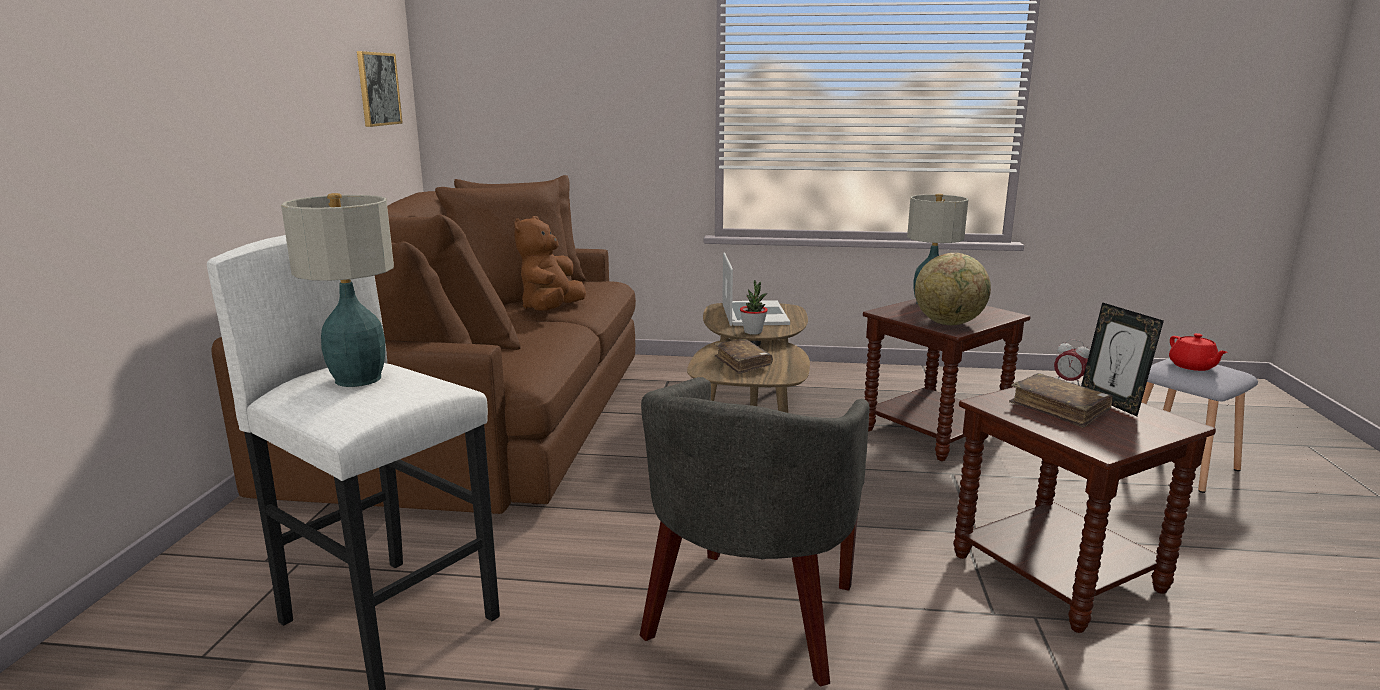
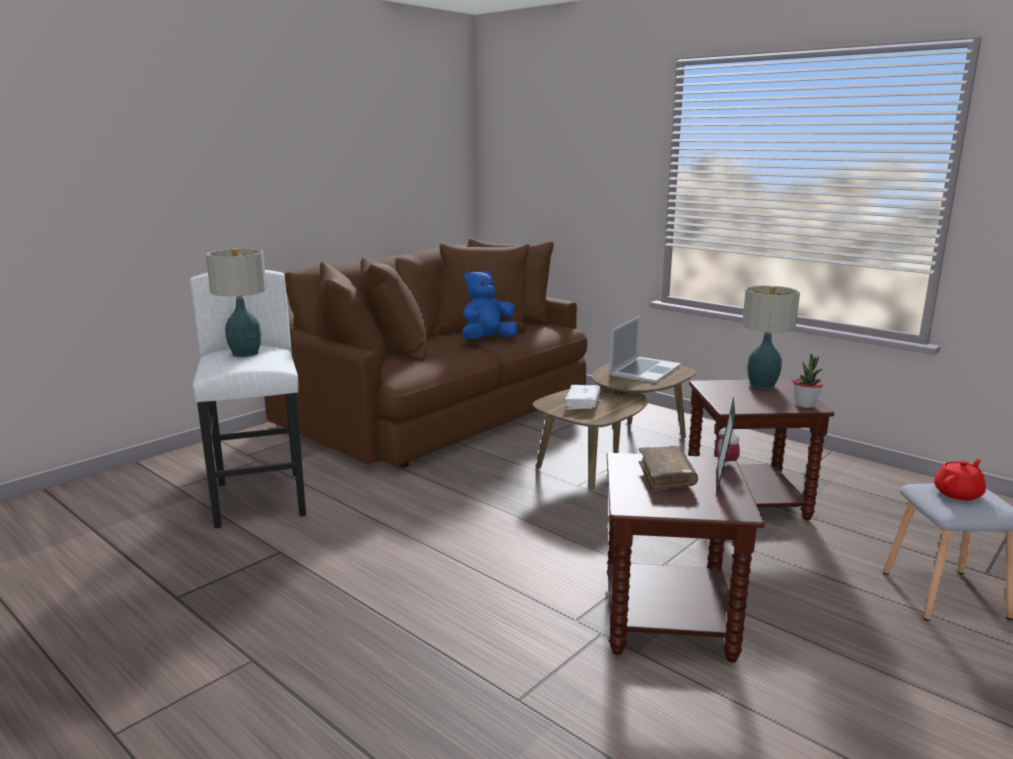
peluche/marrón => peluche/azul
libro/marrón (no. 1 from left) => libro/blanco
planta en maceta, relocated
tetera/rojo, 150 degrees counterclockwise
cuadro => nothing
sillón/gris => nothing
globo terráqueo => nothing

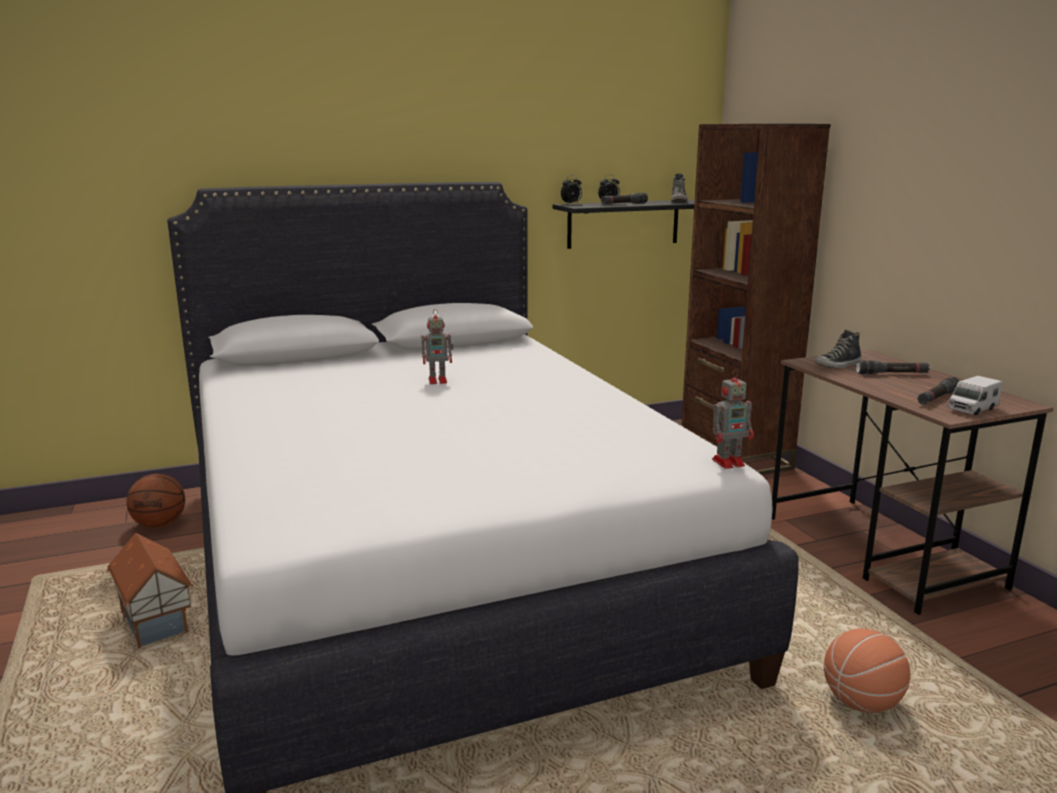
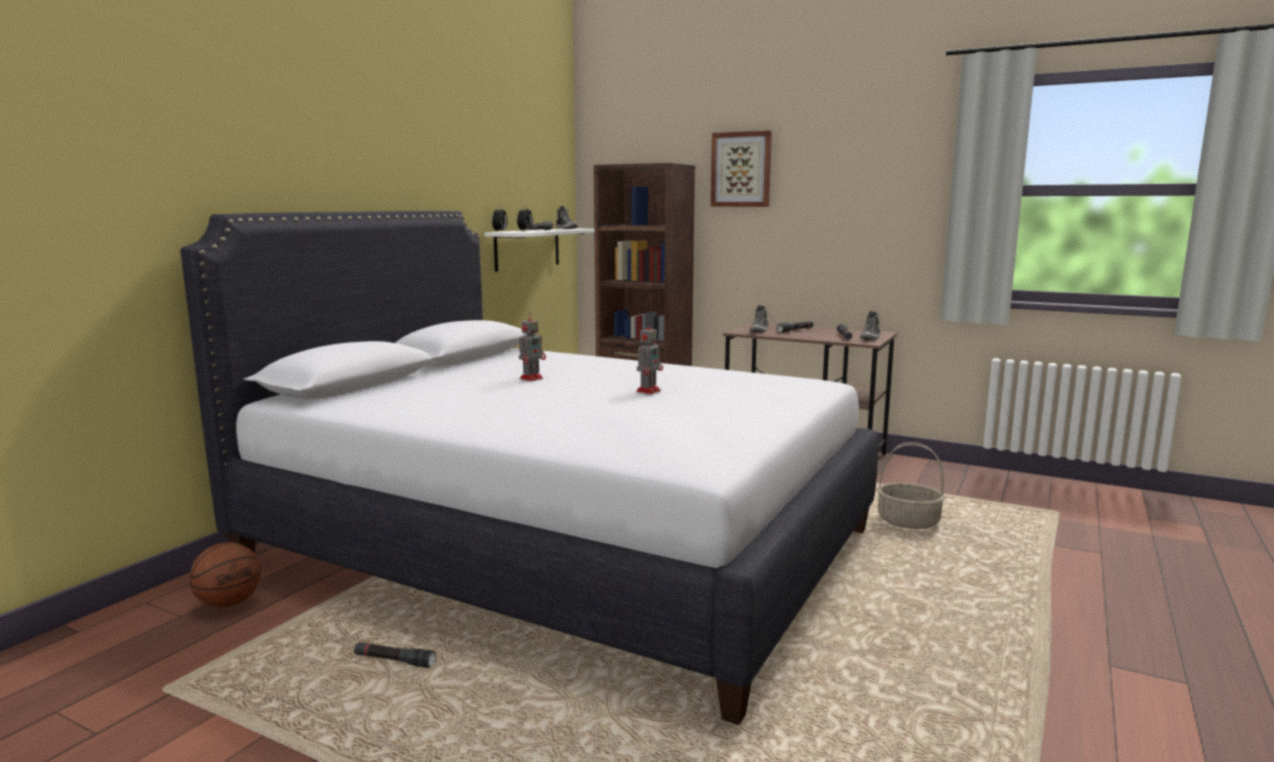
casita => linterna/negro (no. 1 from left)
estante/negro => estante/blanco
robot de juguete (no. 2 from left), relocated
nothing => cuadro
camión de juguete => zapato (no. 3 from left)
balón de baloncesto (no. 2 from left) => cesta

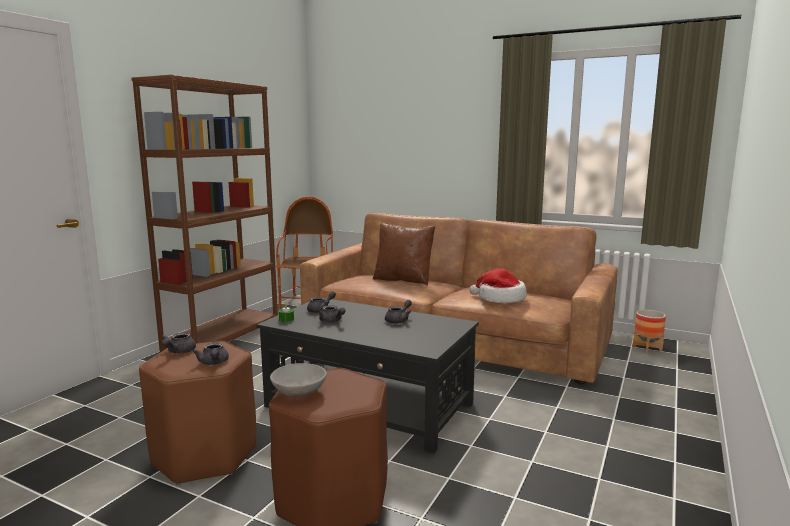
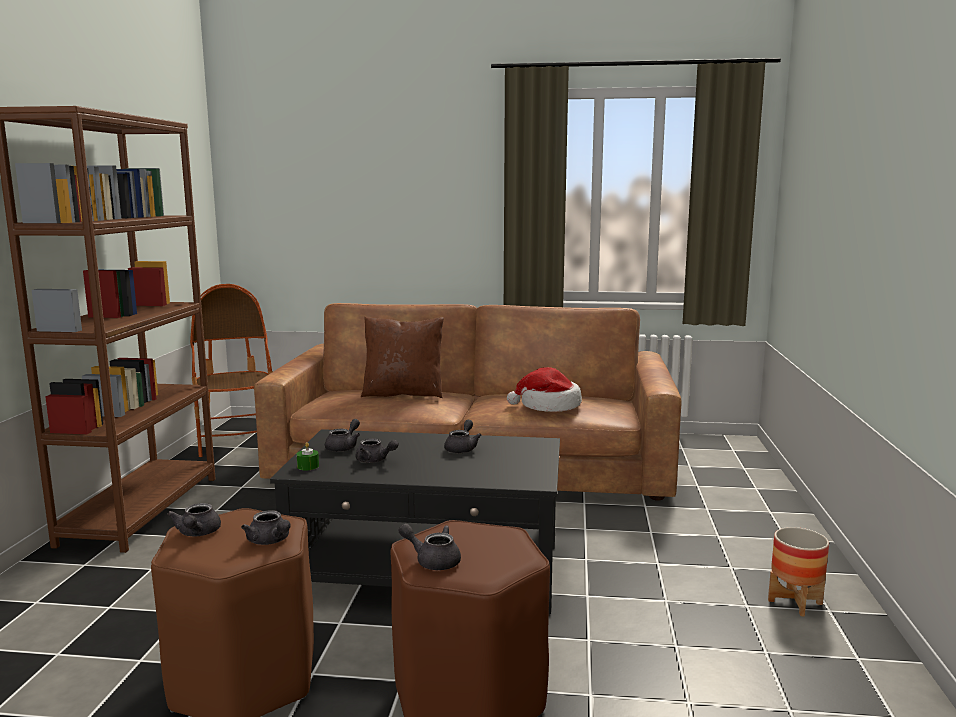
cuenco/gris => tetera/gris (no. 5 from left)
maceta, relocated

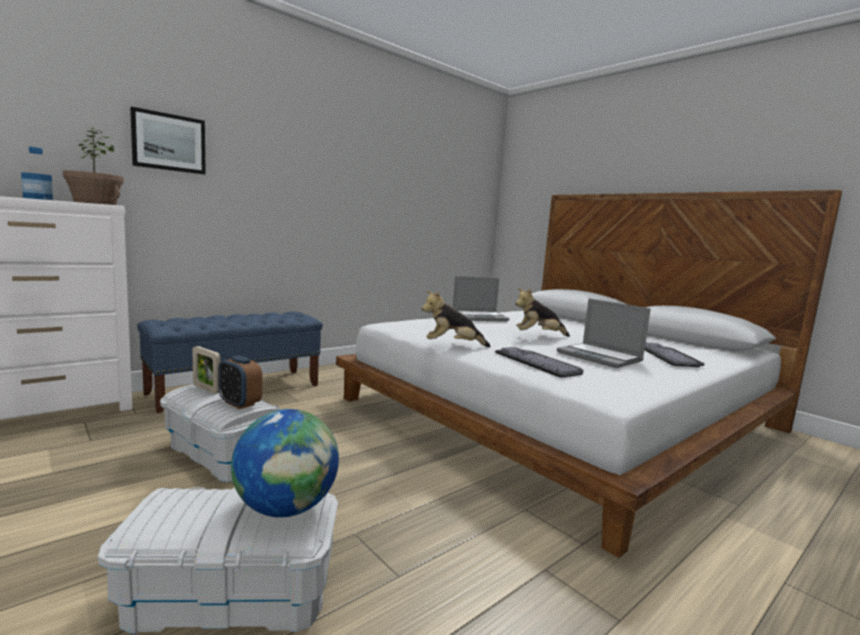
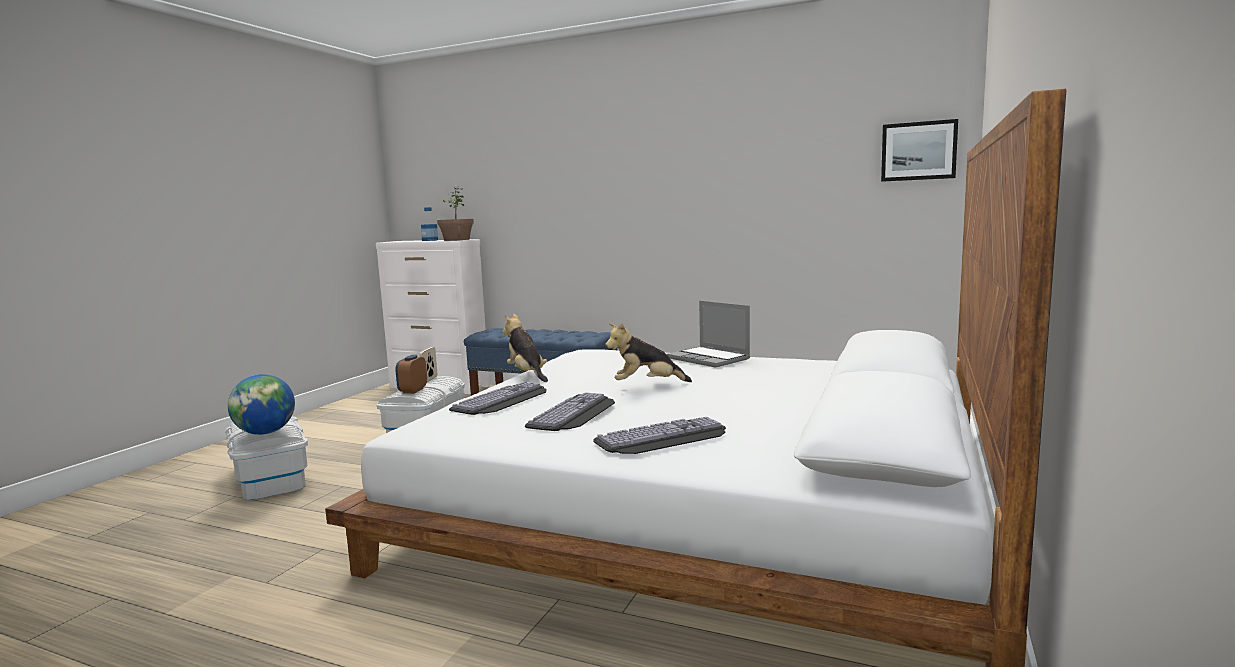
portátil (no. 2 from left) => teclado (no. 2 from left)
peluche (no. 2 from left), 60 degrees counterclockwise
cuadro, relocated

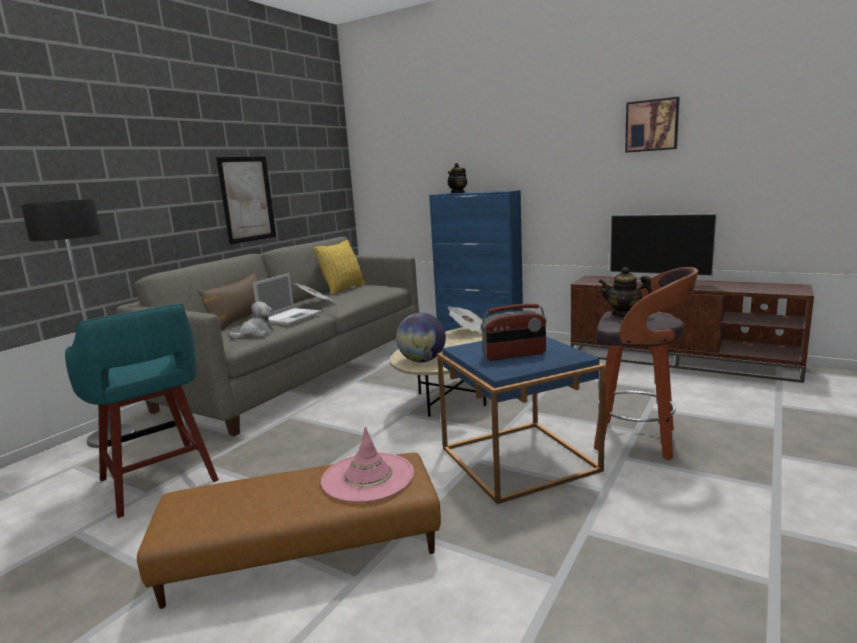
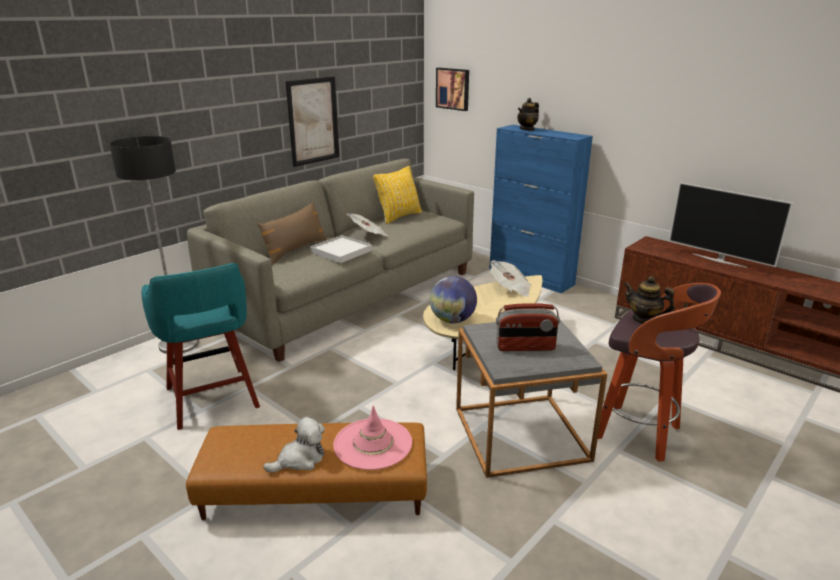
peluche, relocated
portátil => bandeja/blanco
cuadro (no. 2 from left), relocated
mesa auxiliar/azul => mesa auxiliar/gris

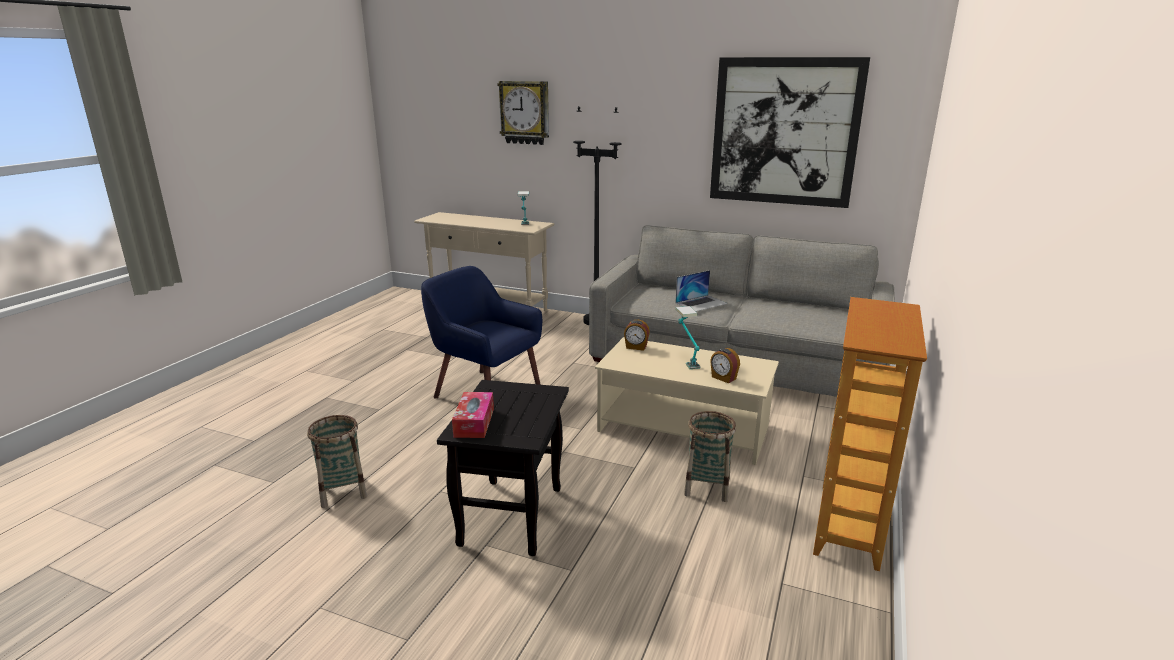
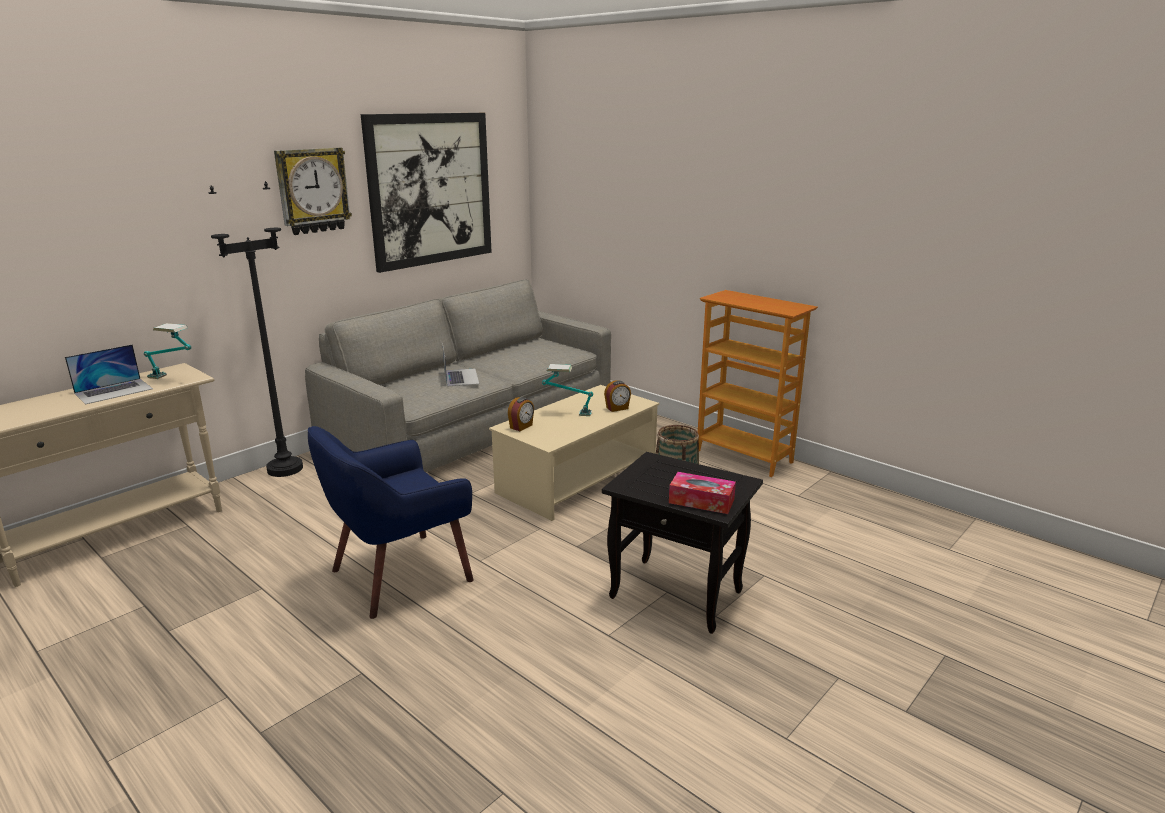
nothing => portátil (no. 1 from left)
reloj de pared, relocated
cesta (no. 1 from left) => nothing

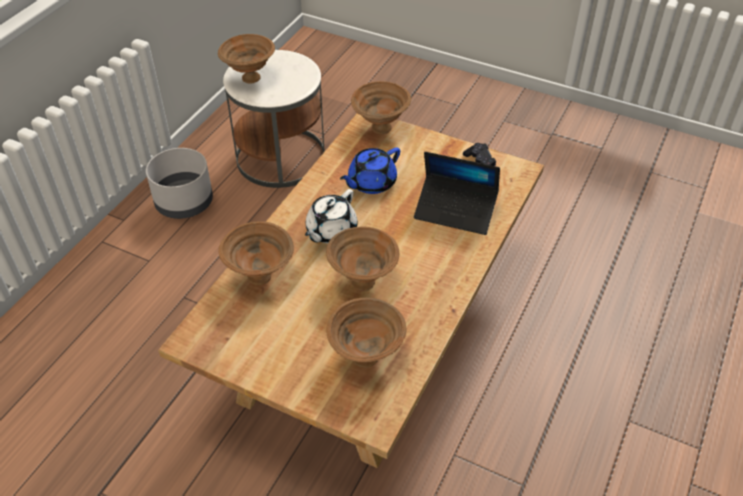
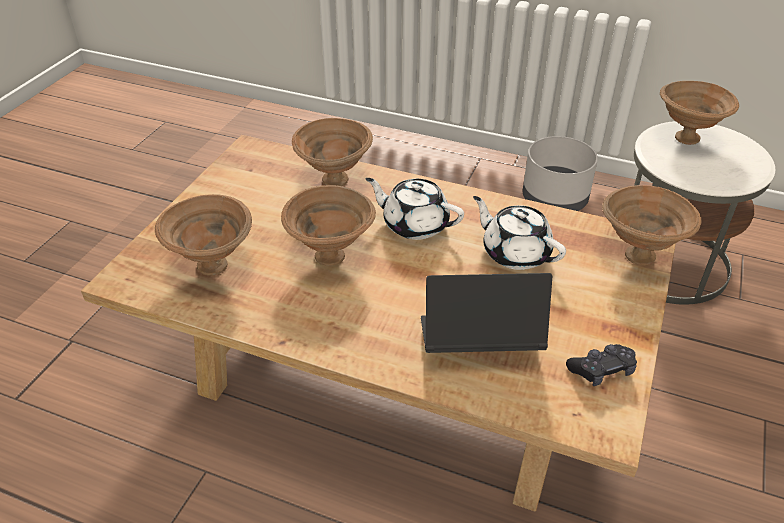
portátil, 75 degrees clockwise
tetera/azul => tetera/blanco (no. 2 from left)

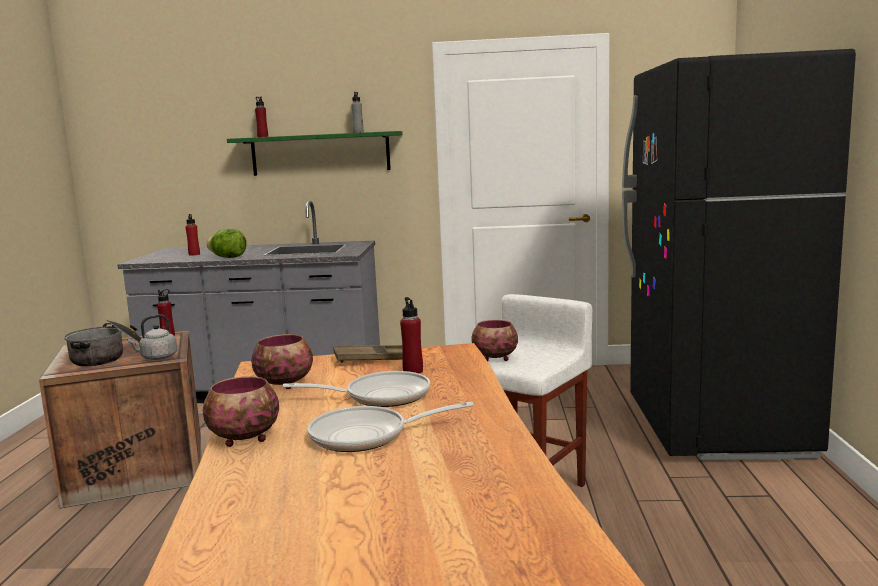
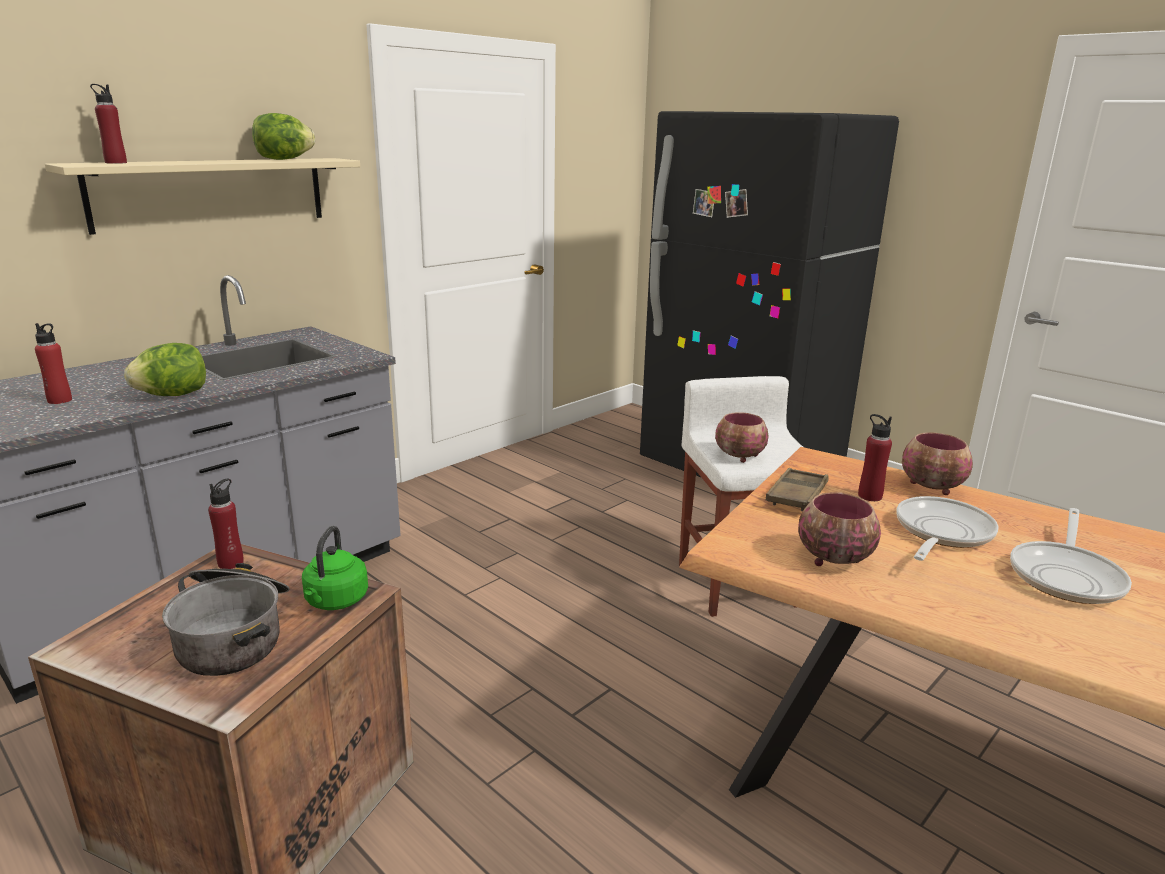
estante/verde => estante/beis
botella/gris => lechuga (no. 2 from left)
hervidor/gris => hervidor/verde
cuenco (no. 1 from left in the first image) => cuenco (no. 3 from left), relocated

